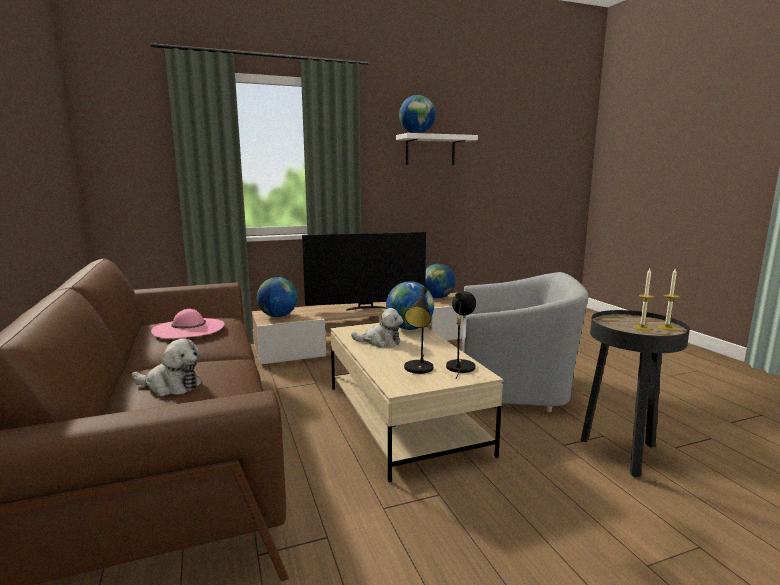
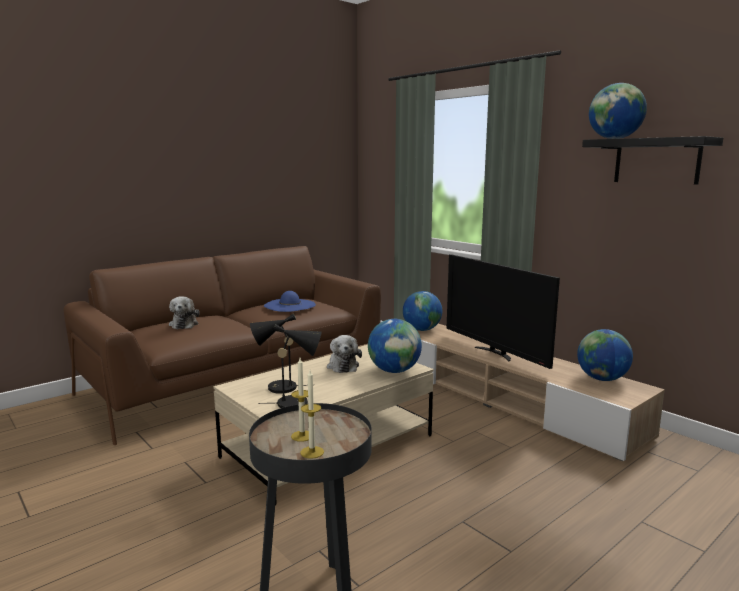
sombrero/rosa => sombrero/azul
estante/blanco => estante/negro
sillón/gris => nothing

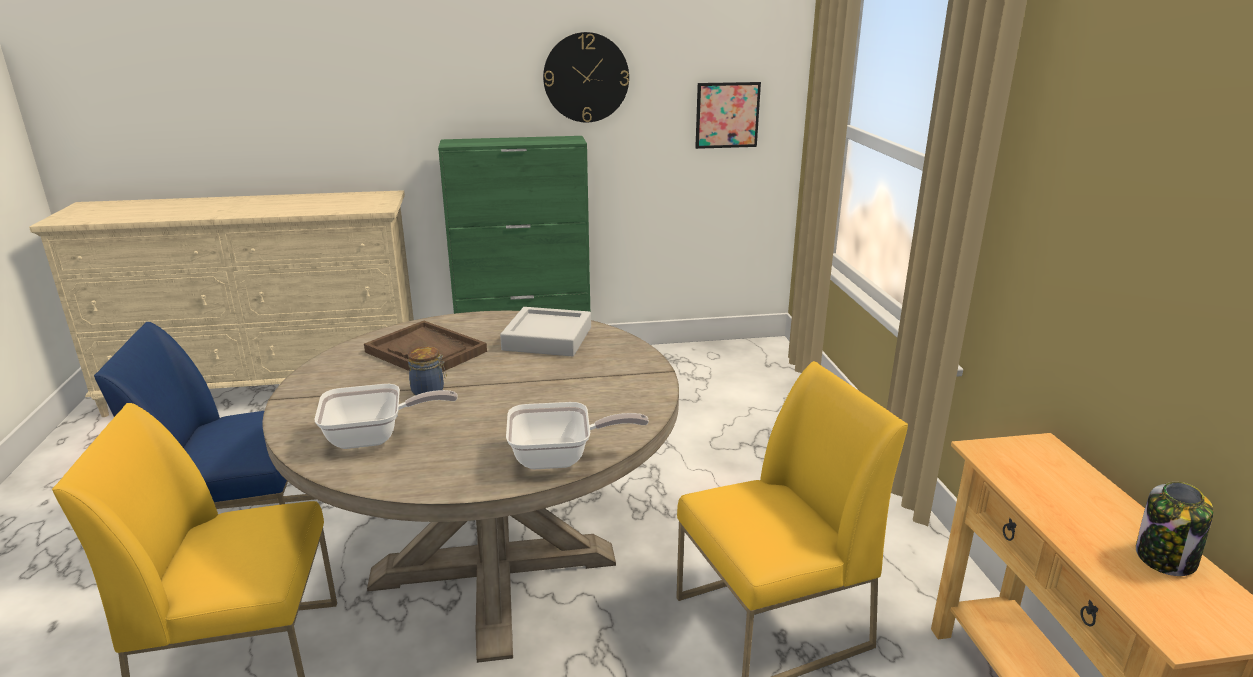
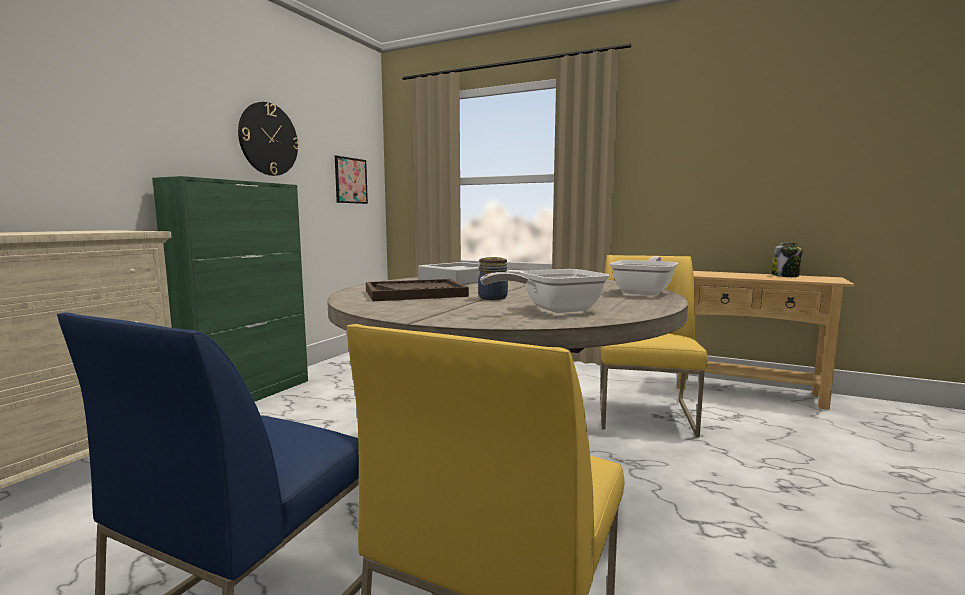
sartén (no. 1 from left), 135 degrees counterclockwise

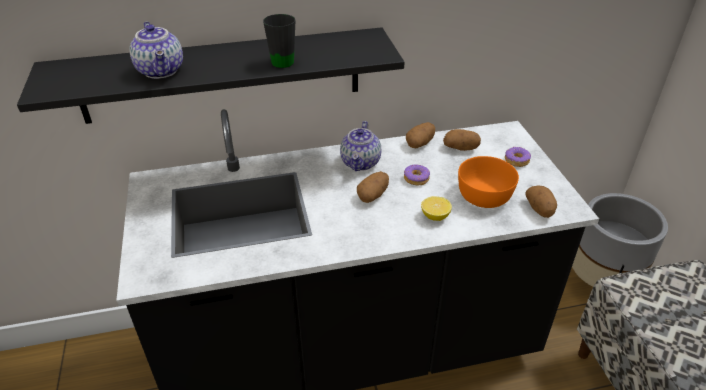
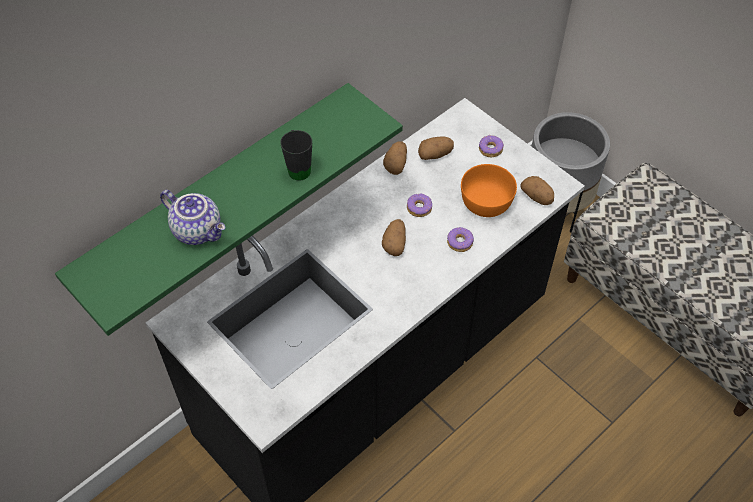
estante/negro => estante/verde
limón => rosquilla (no. 2 from left)
tetera (no. 2 from left) => nothing

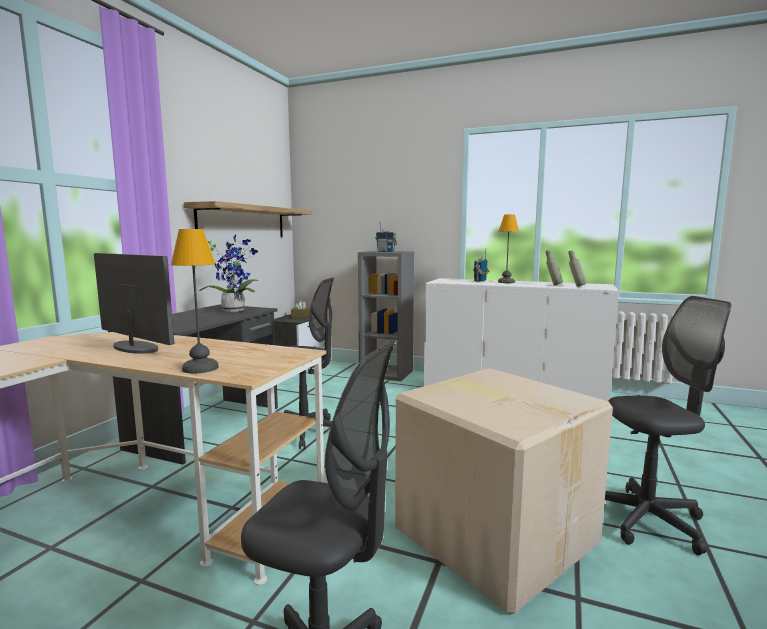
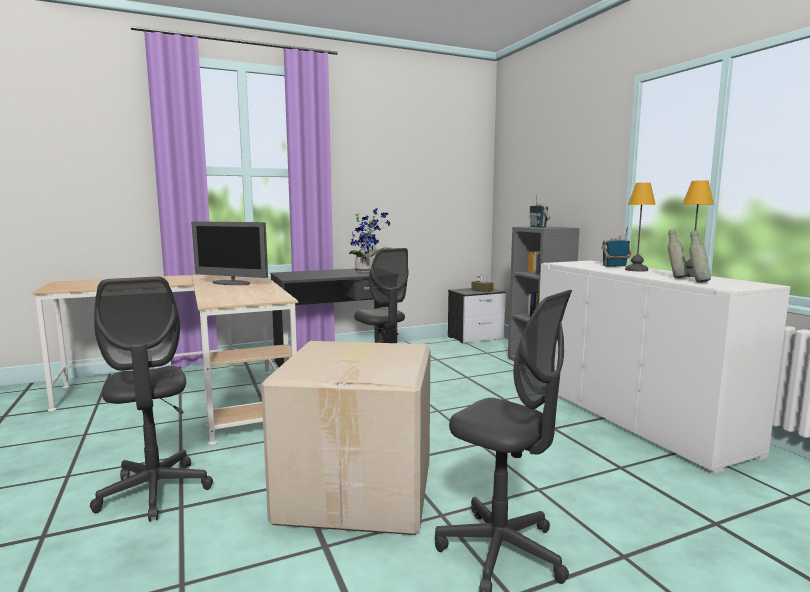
monitor, 120 degrees clockwise
lámpara de mesa (no. 1 from left in the first image) => lámpara de mesa (no. 2 from left), relocated
estante => nothing

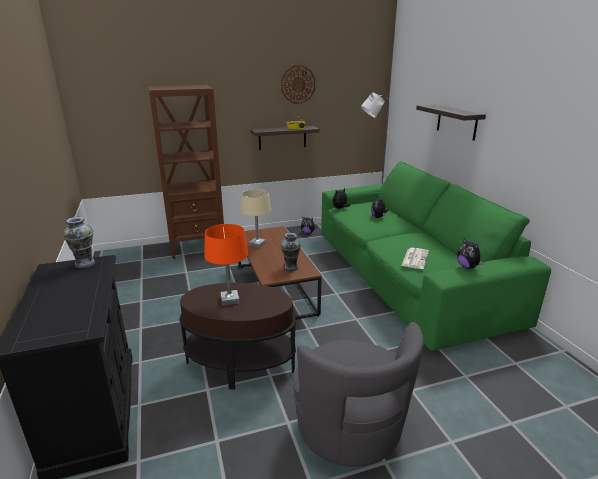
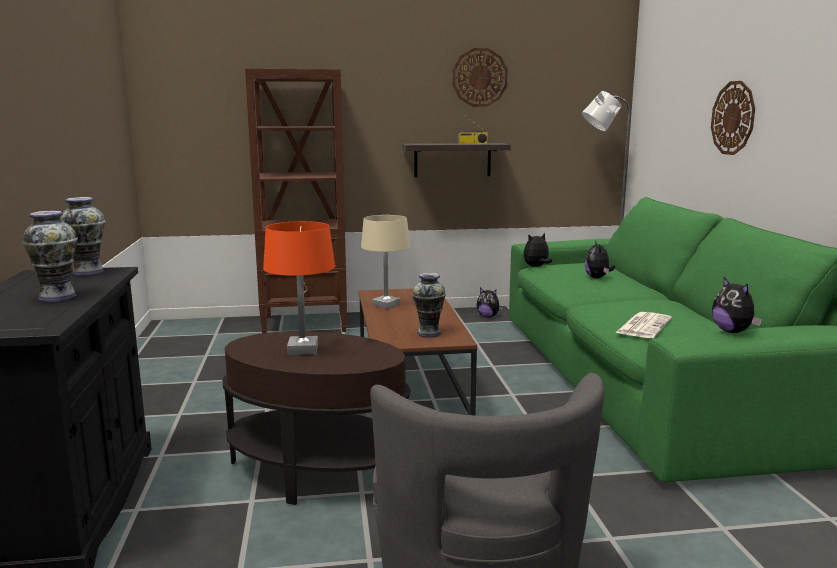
nothing => florero (no. 1 from left)
estante (no. 2 from left) => reloj de pared (no. 2 from left)

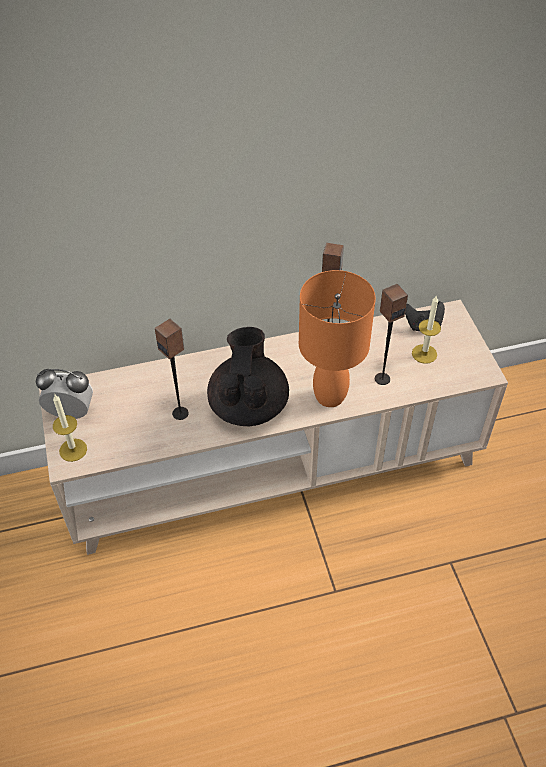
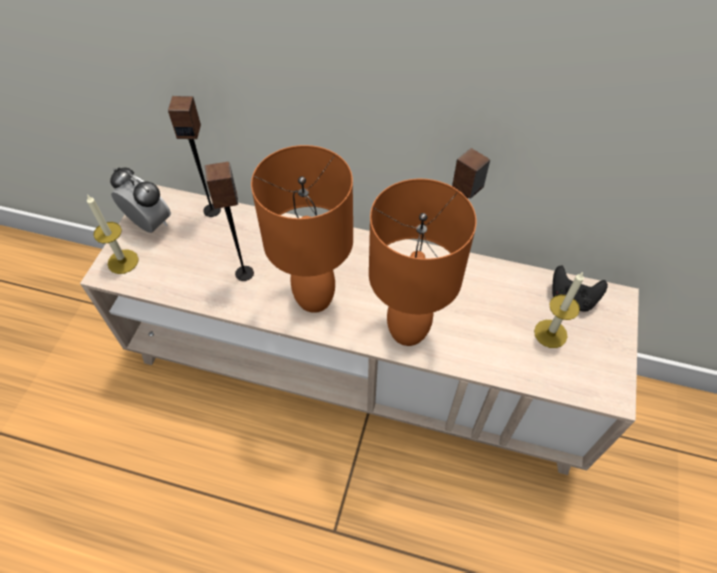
altavoz (no. 3 from left in the first image) => altavoz (no. 1 from left), relocated
tetera/negro => lámpara de mesa/naranja (no. 1 from left)

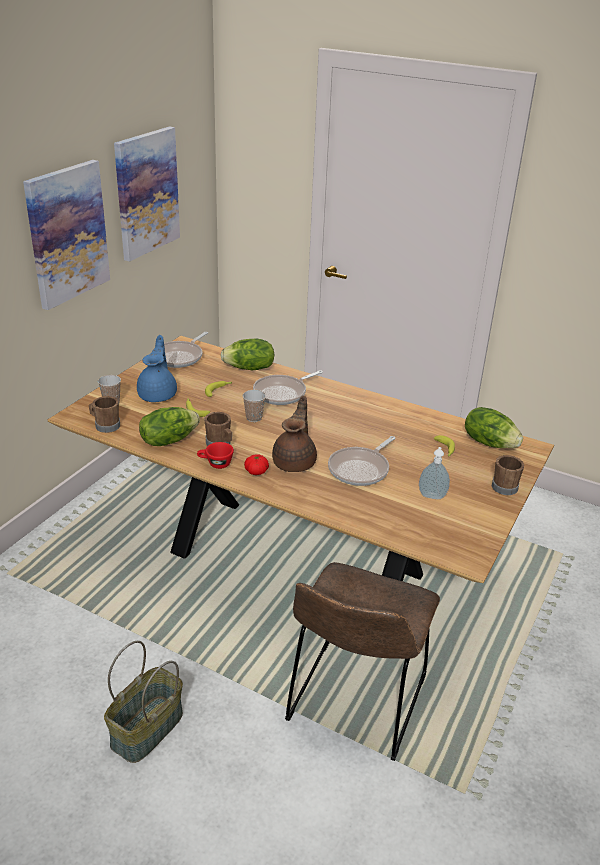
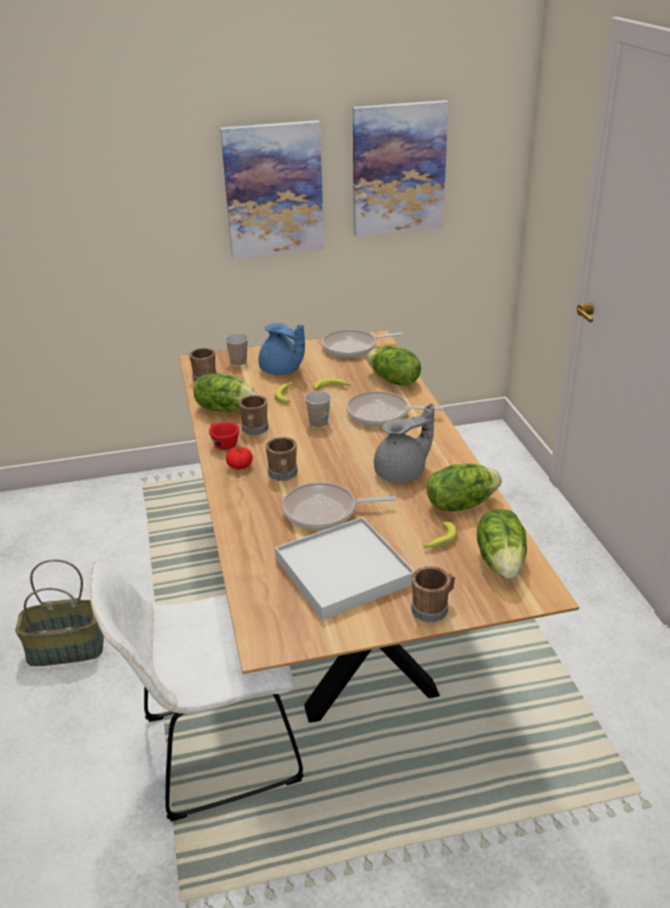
silla/marrón => silla/blanco
tetera/azul, 75 degrees clockwise
tetera/marrón => taza grande/marrón (no. 3 from left)
dispensador de jabón => bandeja/blanco
nothing => tetera/gris
nothing => lechuga (no. 3 from left)

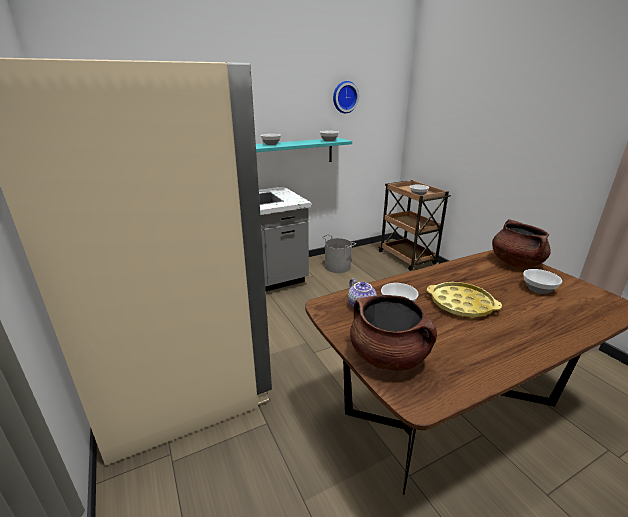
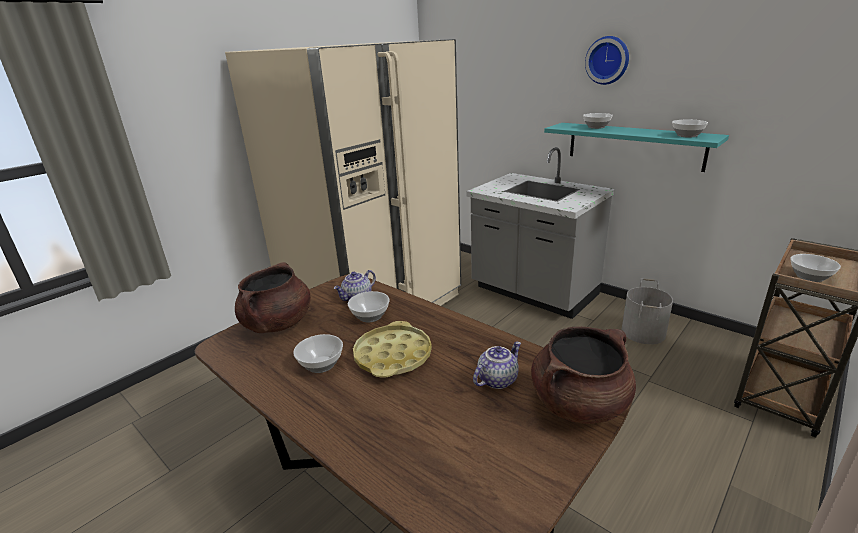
cuenco (no. 5 from left in the first image) => cuenco (no. 1 from left), relocated
nothing => tetera (no. 2 from left)
reloj de pared, relocated

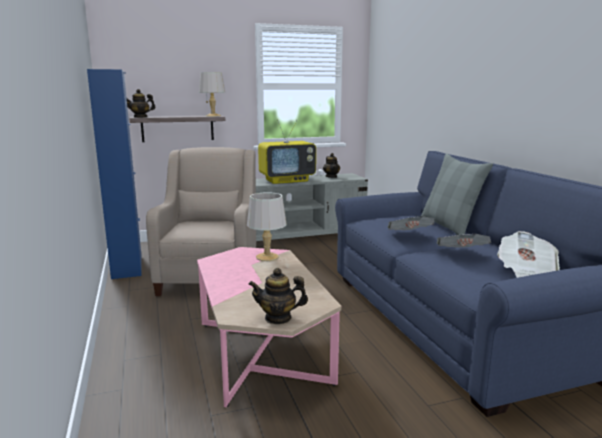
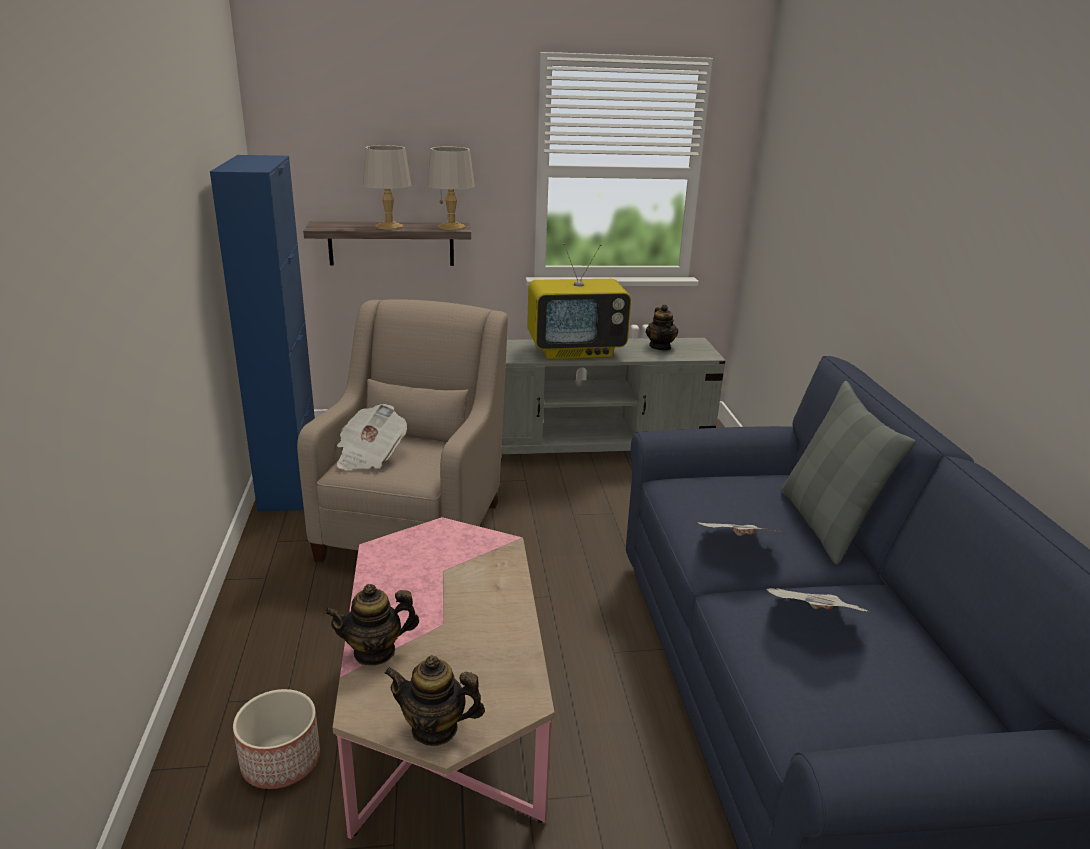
nothing => maceta
tetera (no. 1 from left), relocated
periódico (no. 3 from left in the first image) => periódico (no. 1 from left), relocated
lámpara de mesa/gris (no. 2 from left in the first image) => lámpara de mesa/gris (no. 1 from left), relocated

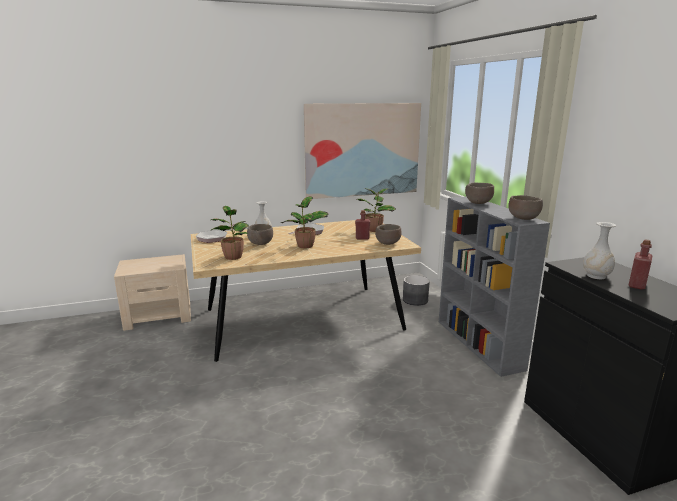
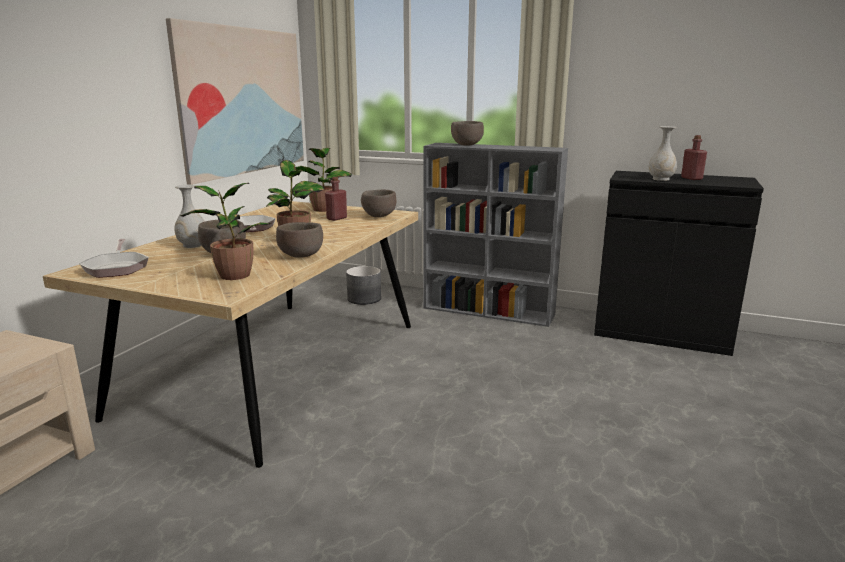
cuenco/marrón (no. 4 from left in the first image) => cuenco/marrón (no. 2 from left), relocated

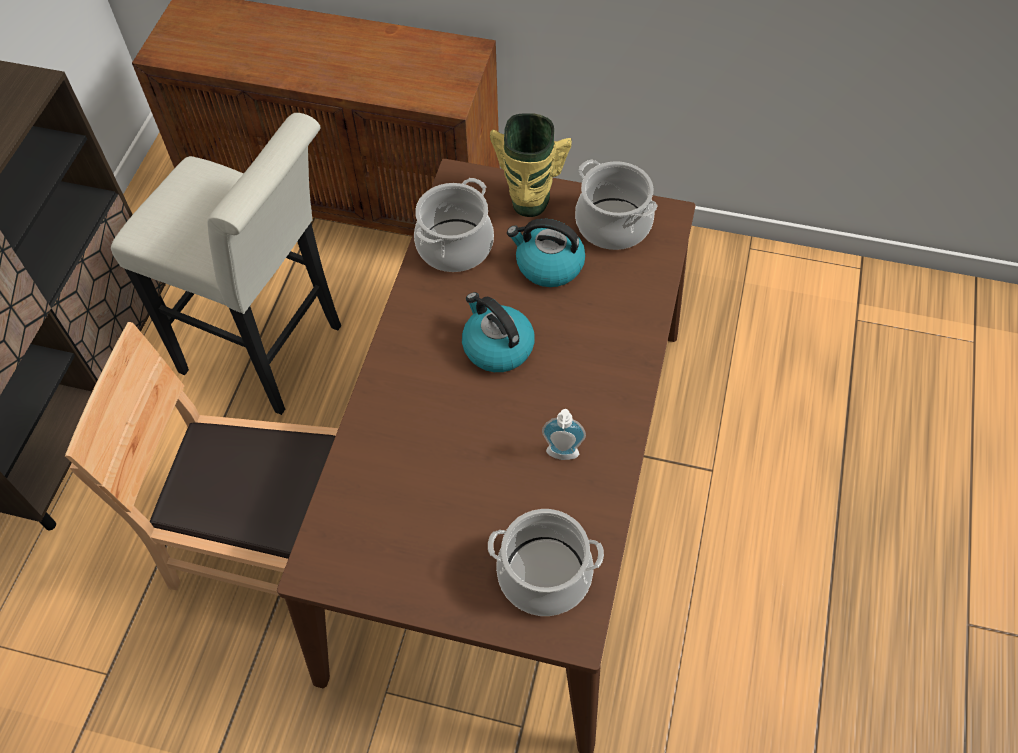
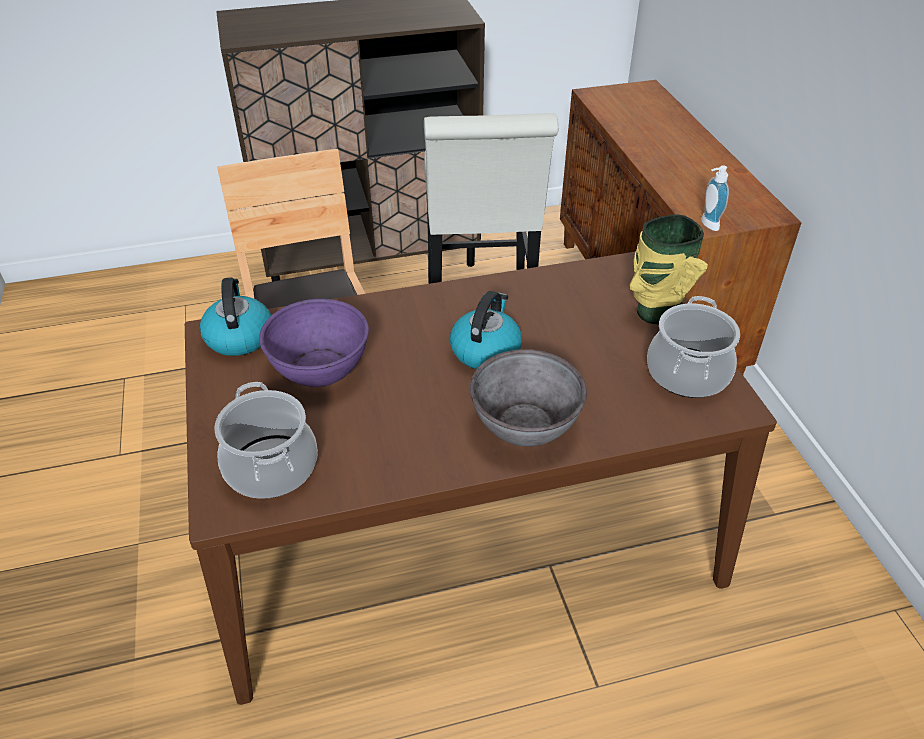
hervidor (no. 2 from left in the first image) => hervidor (no. 1 from left), relocated
nothing => cuenco/morado
nothing => cuenco/gris
dispensador de jabón, relocated
olla (no. 1 from left) => nothing

